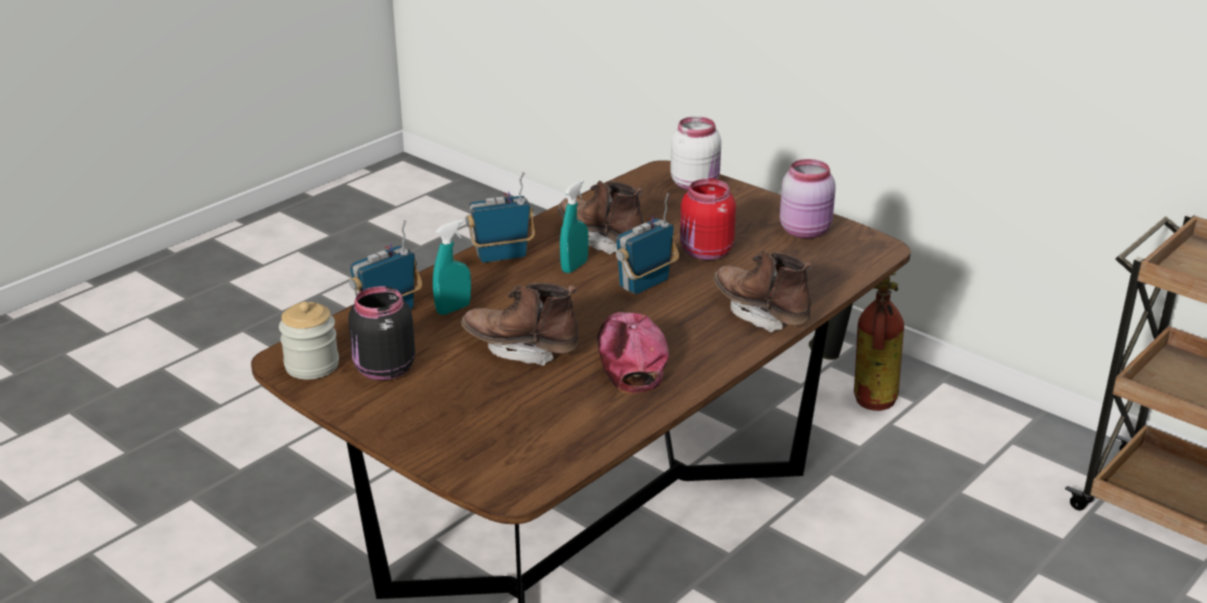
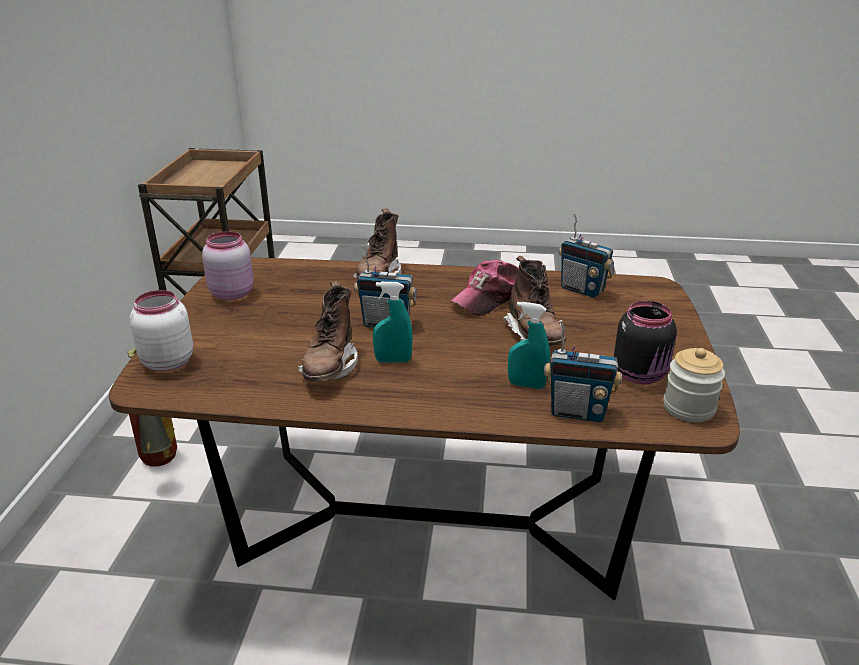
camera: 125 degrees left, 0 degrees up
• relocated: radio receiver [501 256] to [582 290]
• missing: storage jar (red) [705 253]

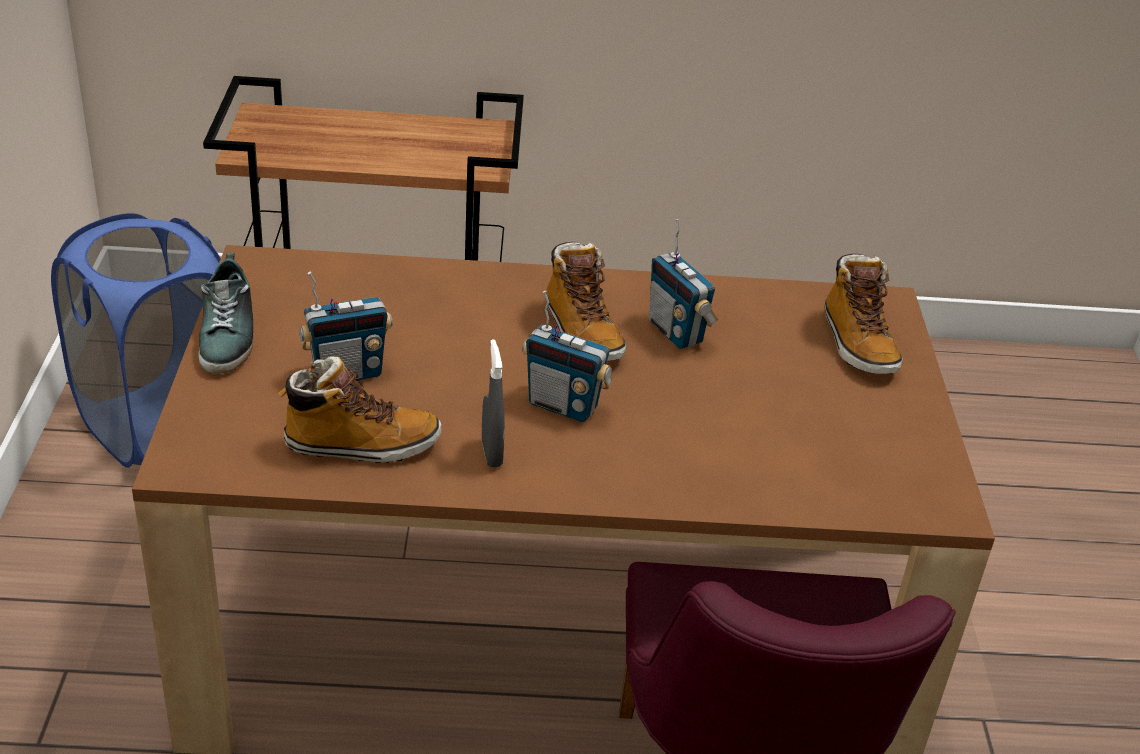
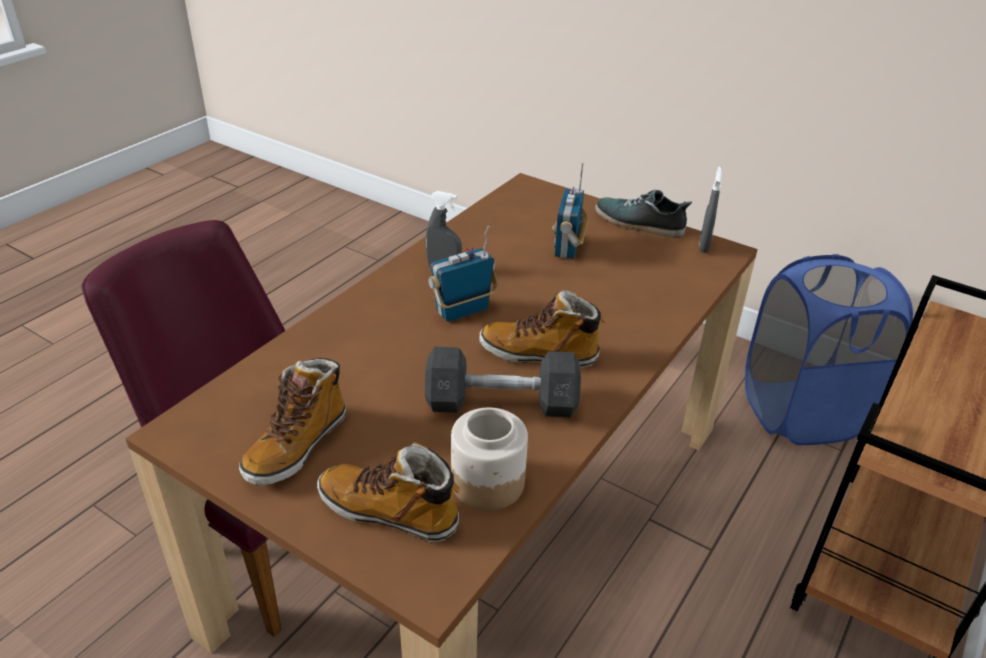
camera: 125 degrees right, 0 degrees up
• relocated: tall boot [361 445] to [297 446]
• exchanged: radio receiver [676 332] to dumbbell (gray) [501 403]
• appeared: storage jar [486 482]
• appeared: hand sprayer (gray) [704 246]

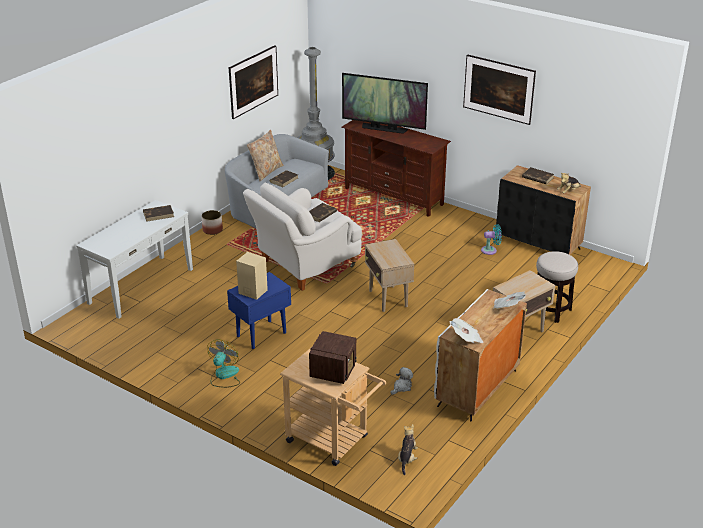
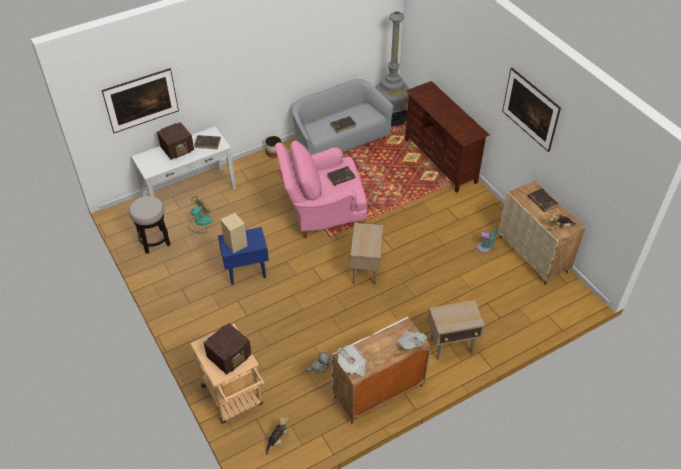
camera: 25 degrees right, 15 degrees up
• relocated: cooling fan [224 376] to [200 223]
• relocated: wall picture [254 94] to [143 110]
• colour: armchair (white-coloured) [304 265] to armchair (pink) [321 212]
• missing: pillow (sand-coloured) [266 171]
• missing: television [384 128]
• colour: cabinet (black-coloured) [538 244] to cabinet (sand-coloured) [533 255]
• relocated: stool seat [551 311] to [154 241]
• appeared: radio receiver [178 149]

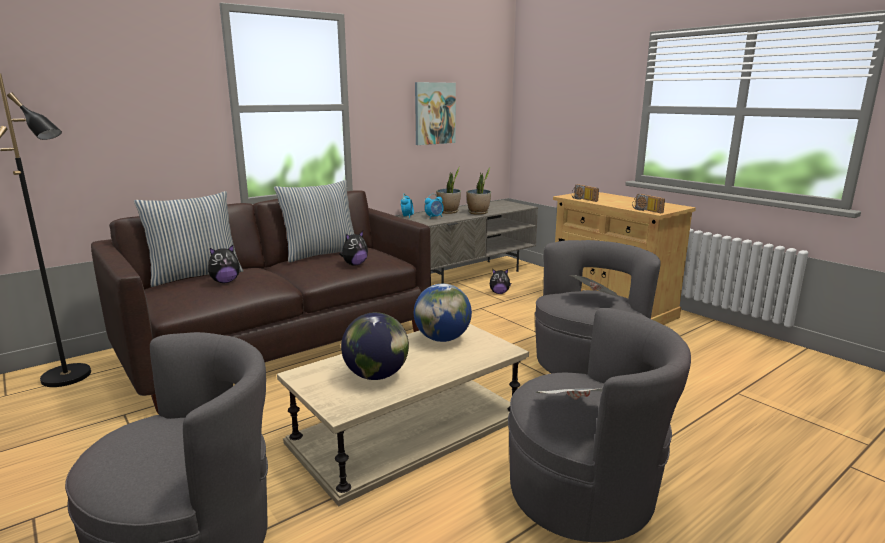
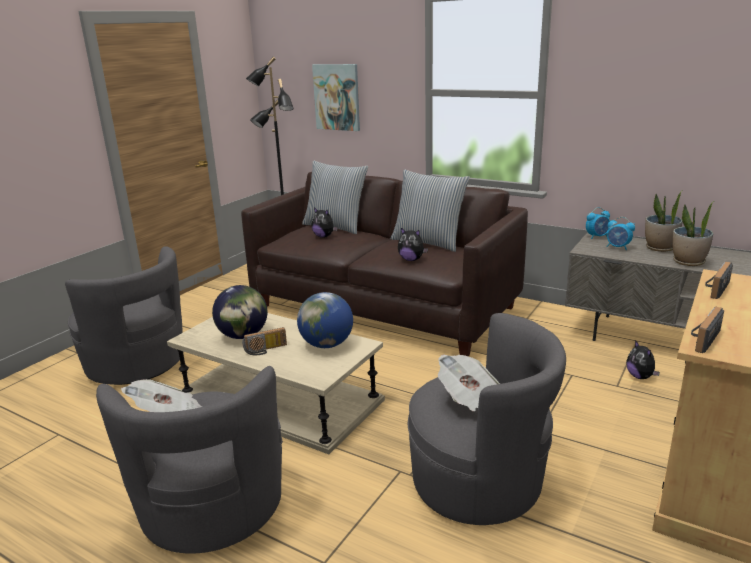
camera: 70 degrees right, 5 degrees up
• relocated: wall picture [434 113] to [337 97]
• appeared: radio receiver [266 350]

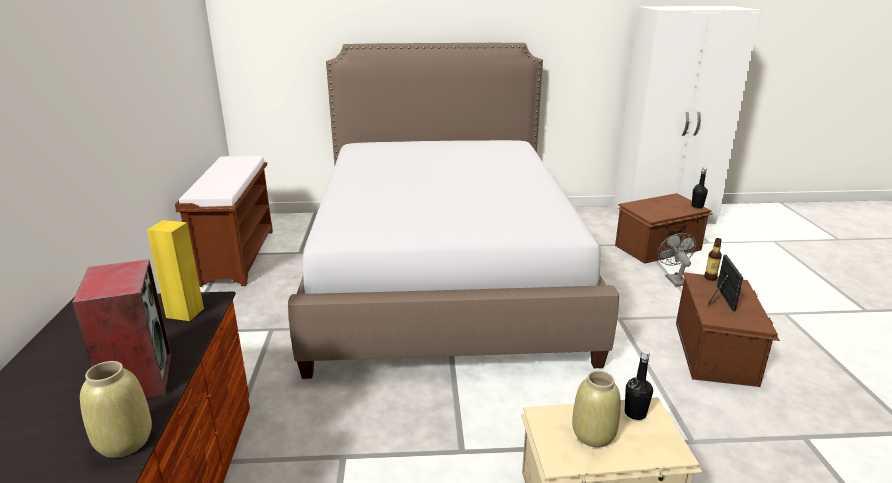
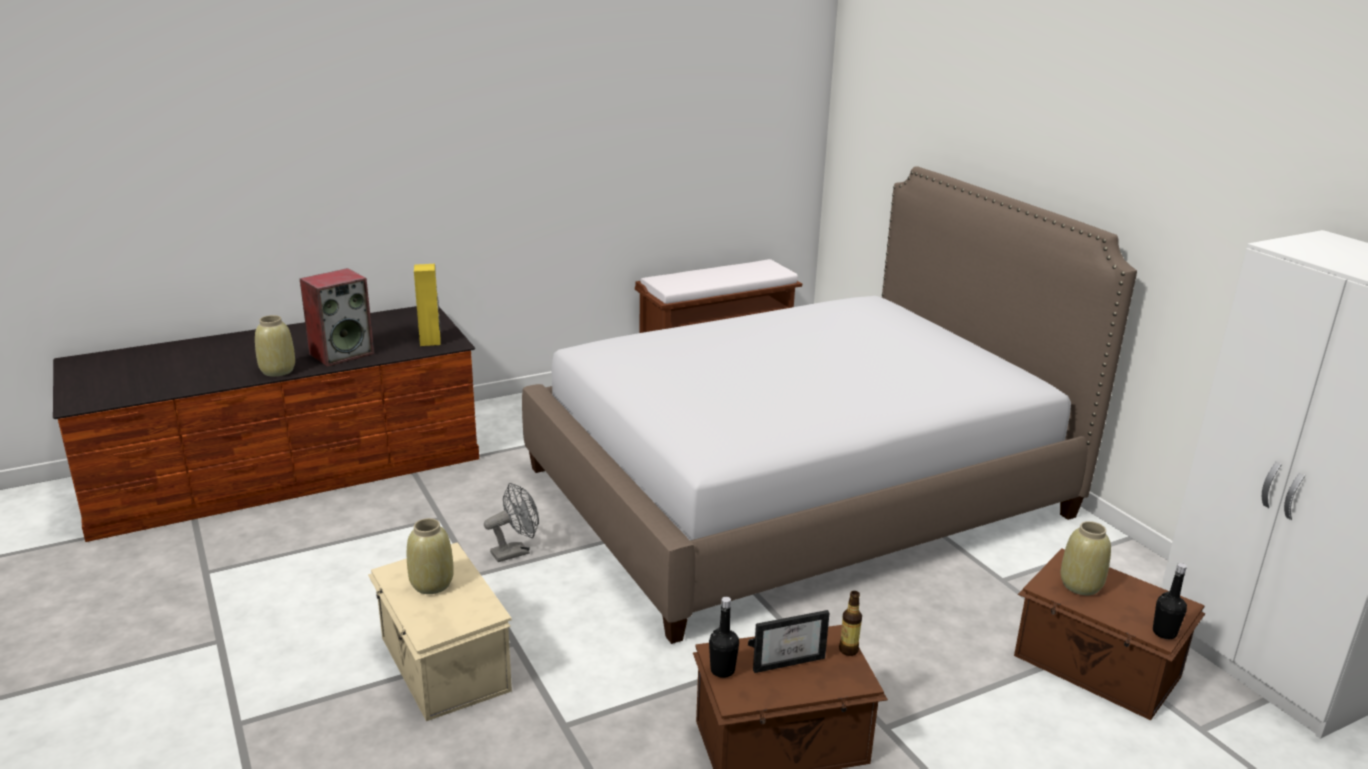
camera: 65 degrees right, 0 degrees up
• relocated: drink bottle (black-coloured) [635 413] to [722 670]
• relocated: cooling fan (gray) [673 279] to [515 551]
• appeared: flower vase (sand-coloured) [1081 585]

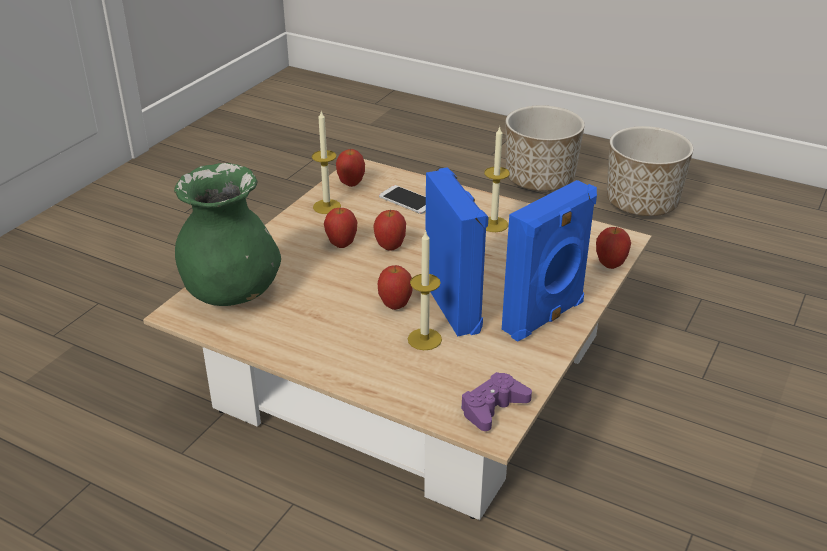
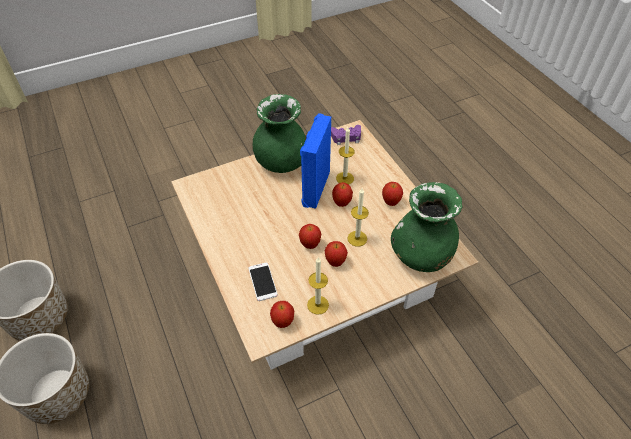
camera: 145 degrees left, 15 degrees up
• relocated: wax candle [494 224] to [357 238]
• exchanged: speaker (blue-coloured) [545 317] to flower vase (greenish) [281 163]
• relocated: whole apple [610 265] to [391 202]

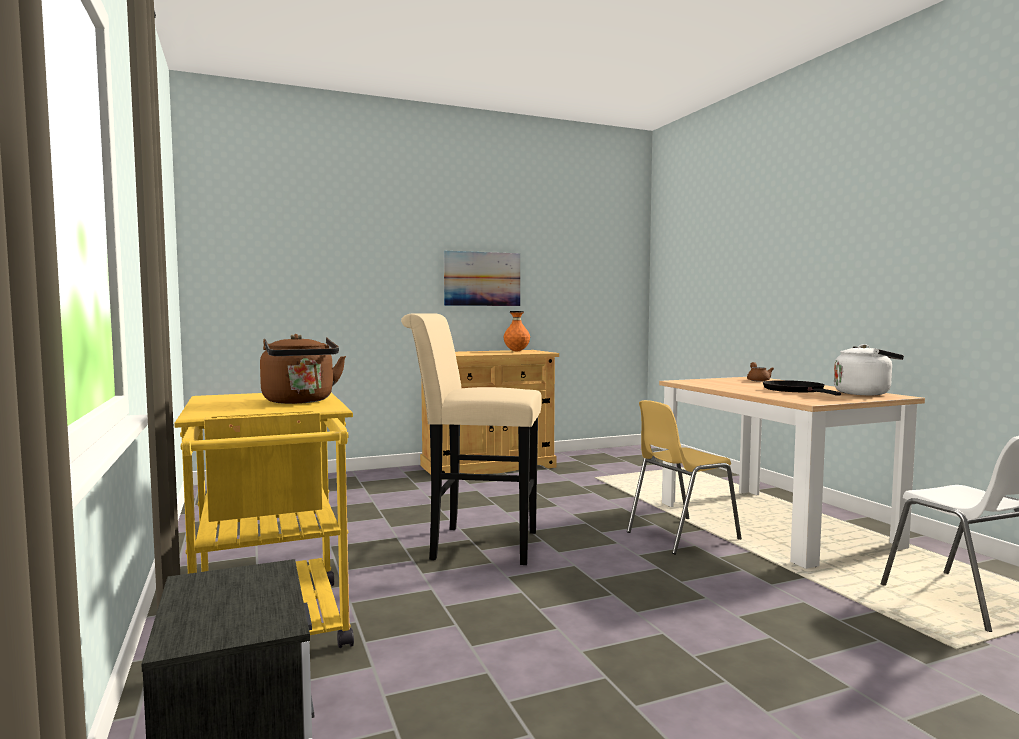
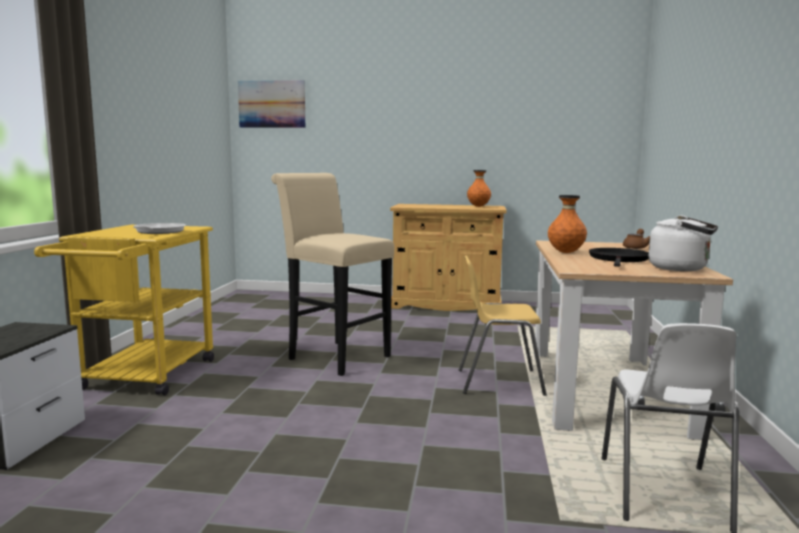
camera: 30 degrees right, 5 degrees up
• exchanged: kettle (brown) [300 401] to frying pan [157 232]
• relocated: wall picture [482 279] to [272 104]
• appeared: flower vase (orange) [565 252]

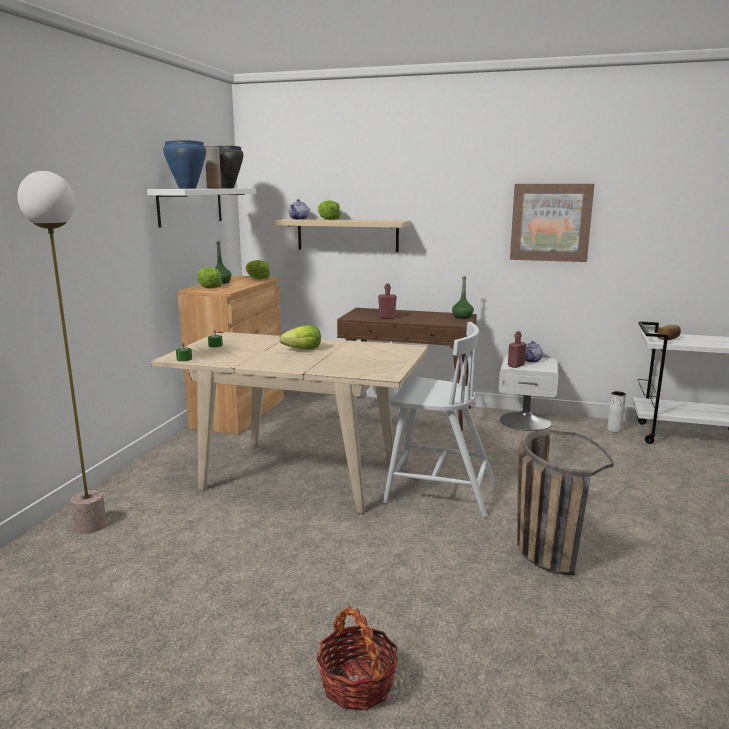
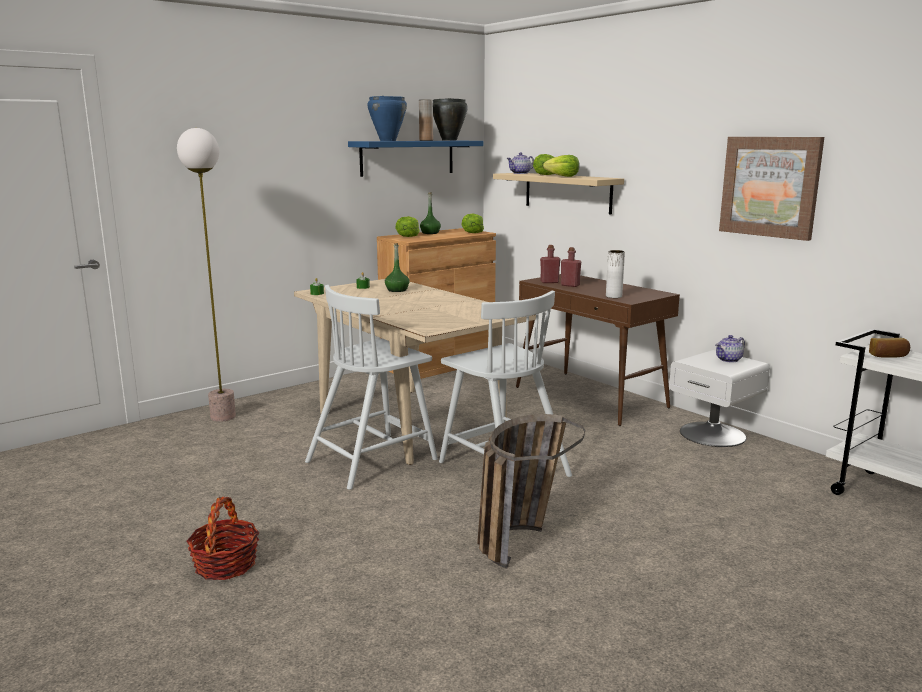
camera: 35 degrees right, 0 degrees up
• colour: shelf (white-coloured) [190 206] to shelf (blue-coloured) [407 157]
• relocated: lettuce head [303 349] to [562 176]
• relocated: drink bottle (greenish) [462 317] to [397 290]
• relocated: drink bottle (red) [516 365] to [549 282]
• relocated: flower vase (white-coloured) [614 430] to [613 296]
• appeared: plain chair (white-coloured) [373 459]

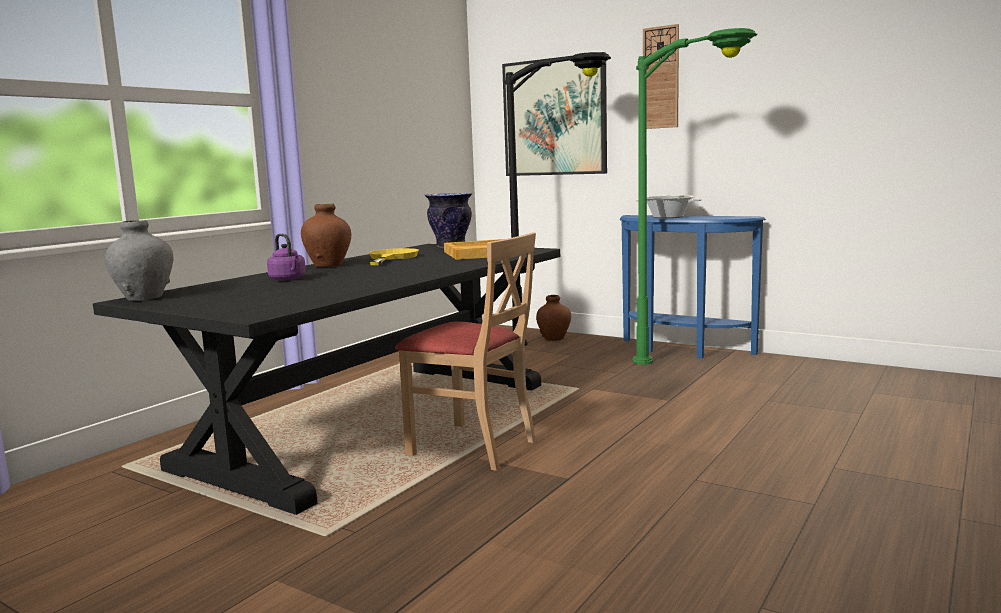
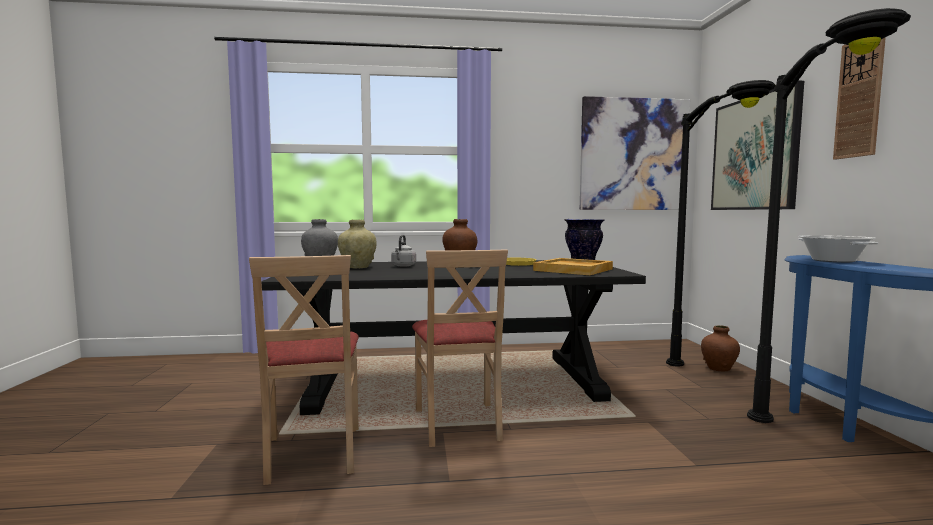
camera: 50 degrees right, 5 degrees down
• colour: kettle (purplish) [288 279] to kettle (gray) [403 266]
• colour: floor lamp (greenish) [699 373] to floor lamp (black-coloured) [805 455]
• appeared: plain chair (sand-coloured) [312 453]
• appeared: flower vase (sand-coloured) [357 267]
• appeared: wall picture [633 155]

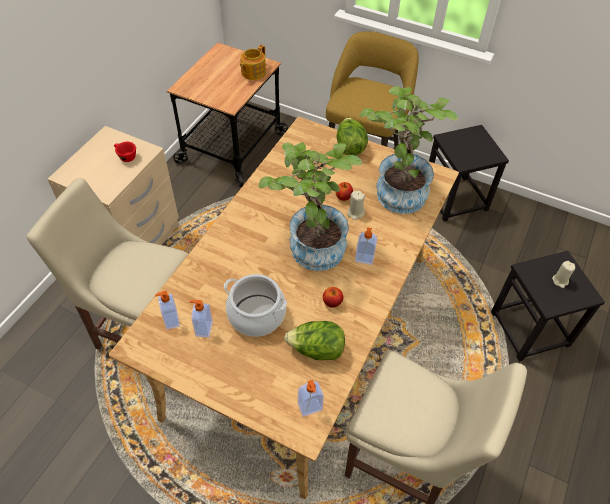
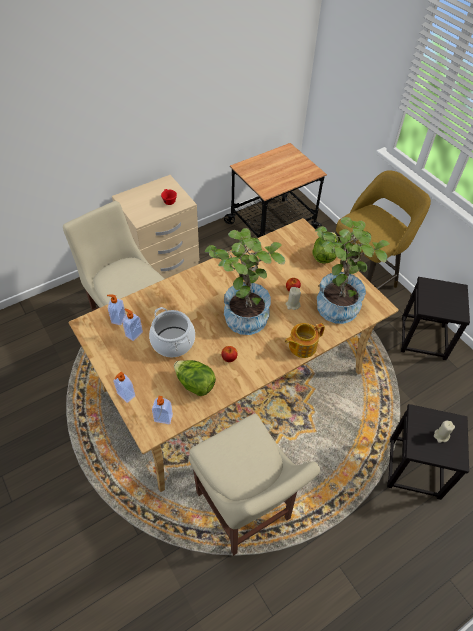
camera: 30 degrees right, 0 degrees up
• relocated: pot for tea [253 73] to [301 346]
• relocated: soap bottle [364 259] to [125 395]

